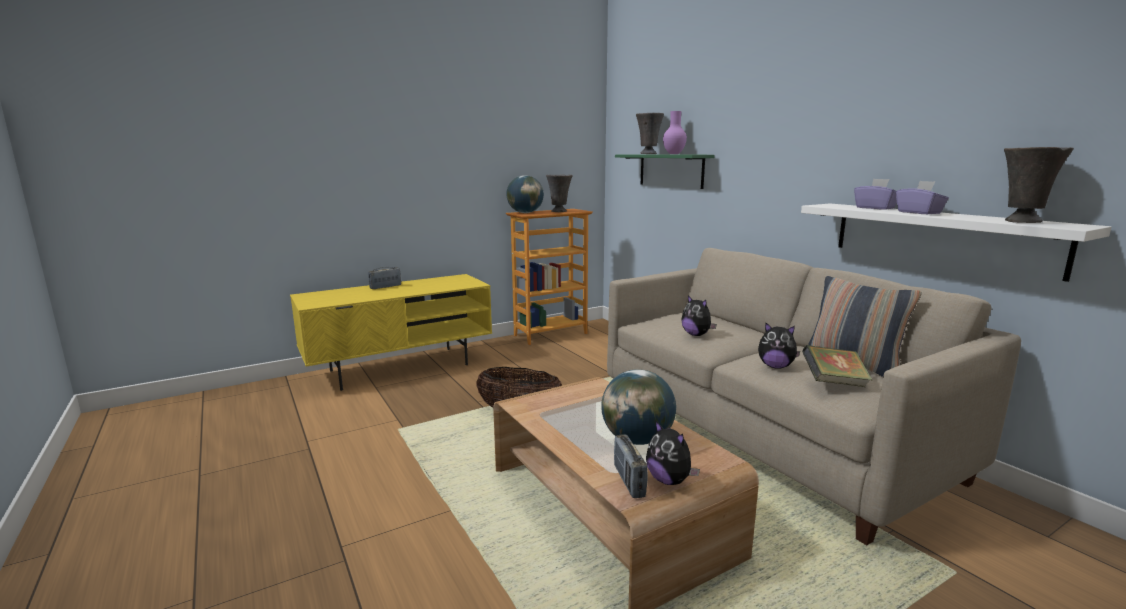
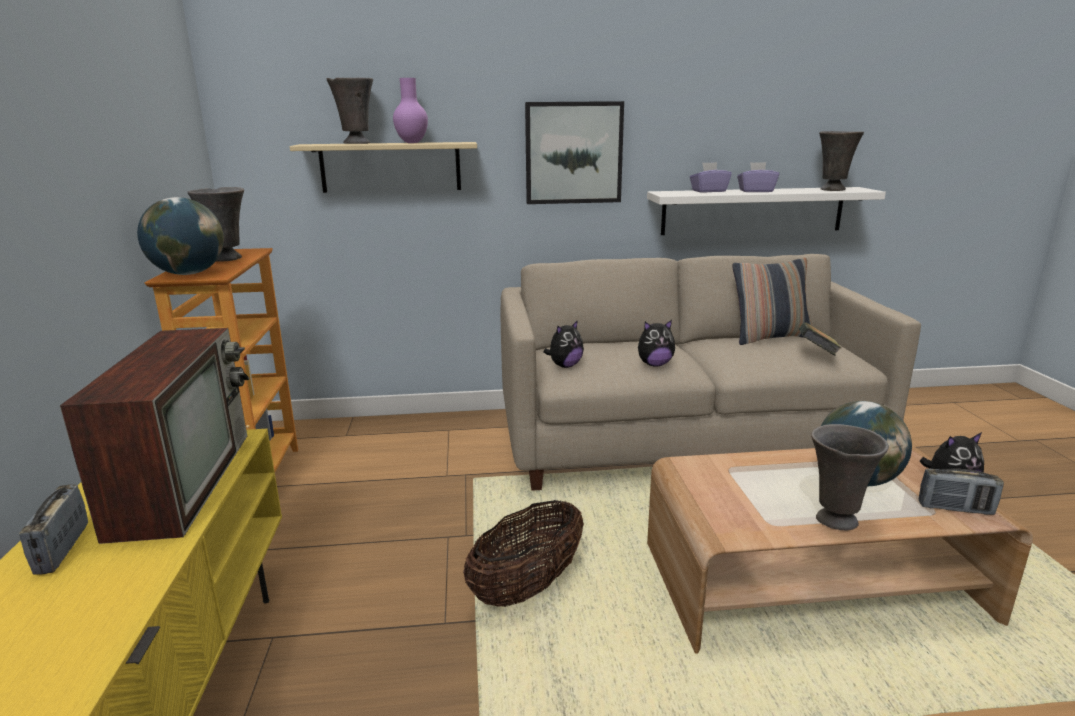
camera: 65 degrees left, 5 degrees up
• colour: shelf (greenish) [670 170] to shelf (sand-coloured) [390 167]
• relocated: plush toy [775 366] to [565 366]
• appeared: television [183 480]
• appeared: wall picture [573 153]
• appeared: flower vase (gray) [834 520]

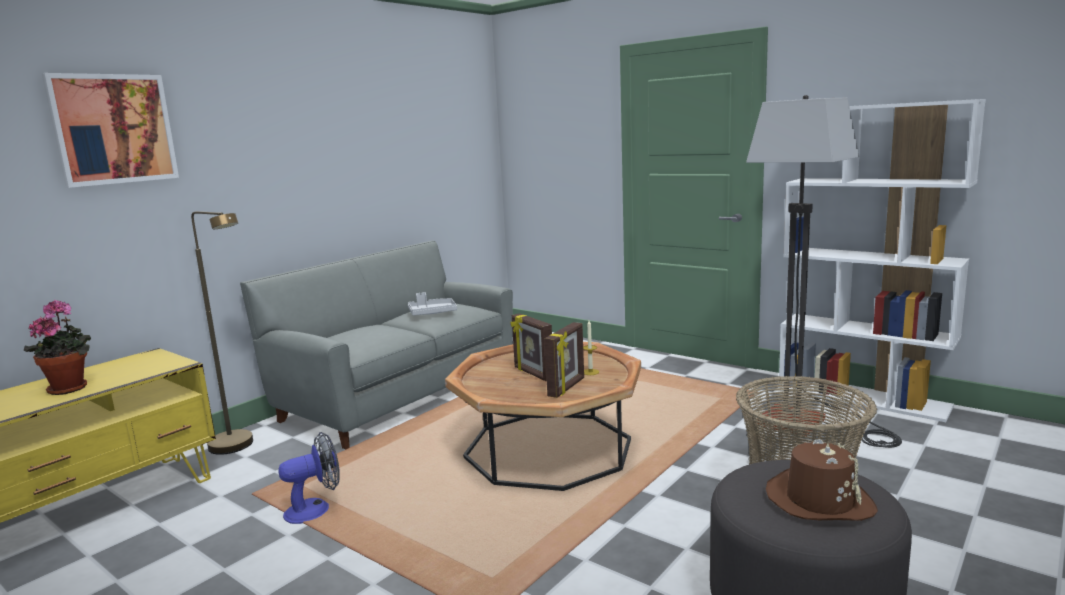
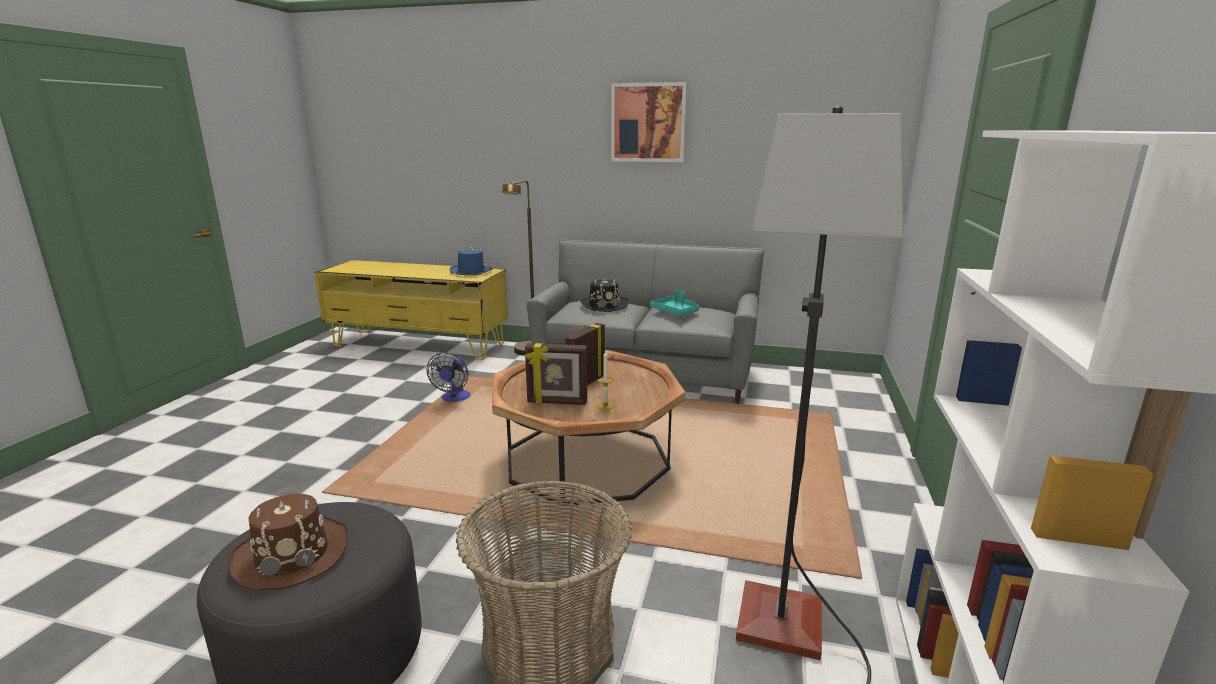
camera: 65 degrees right, 5 degrees up
• missing: potted plant [70 387]
• relocated: wall picture [113 129] to [648 123]
• spun: cooling fan [315 509] = [454 399] 60 degrees clockwise
• colour: carrying tray (gray) [432 313] to carrying tray (turquoise) [675 312]
• appeared: wearable hat (blue-coloured) [471 272]
• appeared: wearable hat (black-coloured) [604 305]

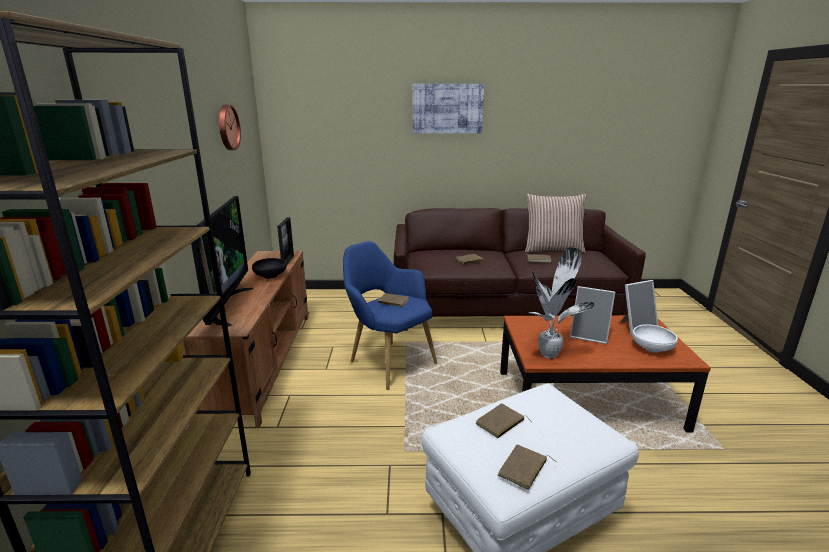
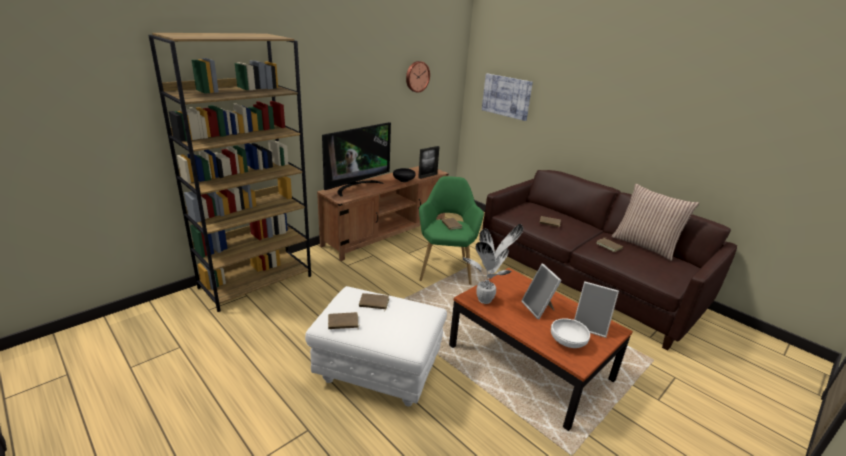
camera: 45 degrees right, 5 degrees up
• colour: armchair (blue-coloured) [388 361] to armchair (greenish) [445 267]
• relocated: wall picture [447 108] to [506 96]

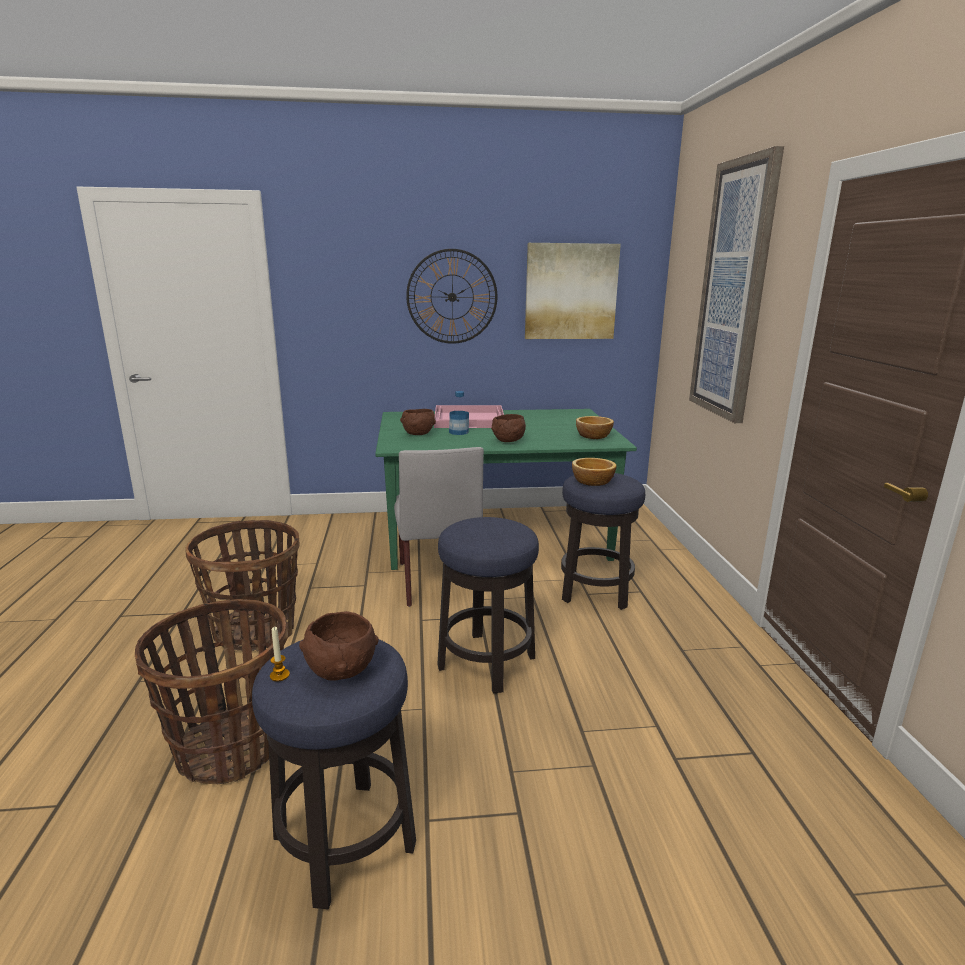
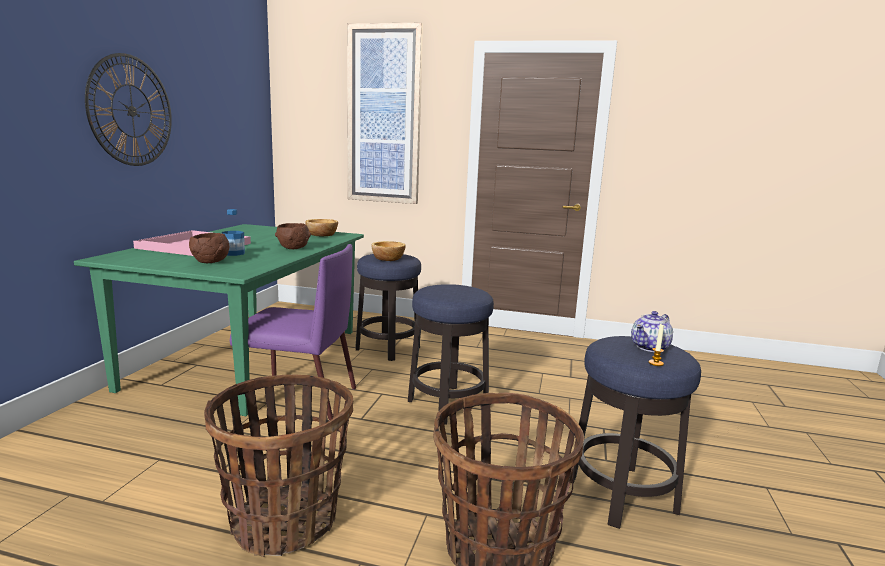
camera: 70 degrees left, 5 degrees down
• exchanged: serving bowl (brown) [342 672] to pot for tea [650 347]
• colour: plain chair (gray) [437 580] to plain chair (purplish) [298 398]
• missing: wall picture [571 291]

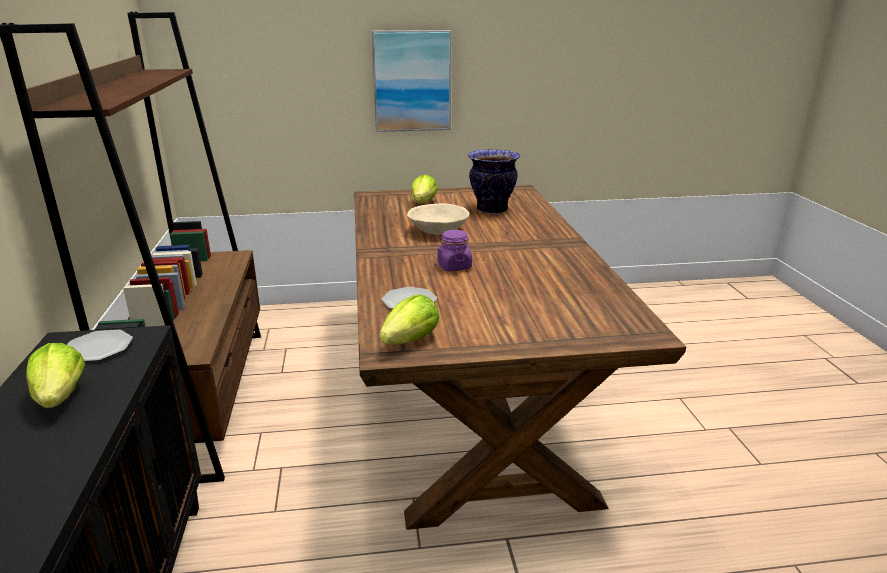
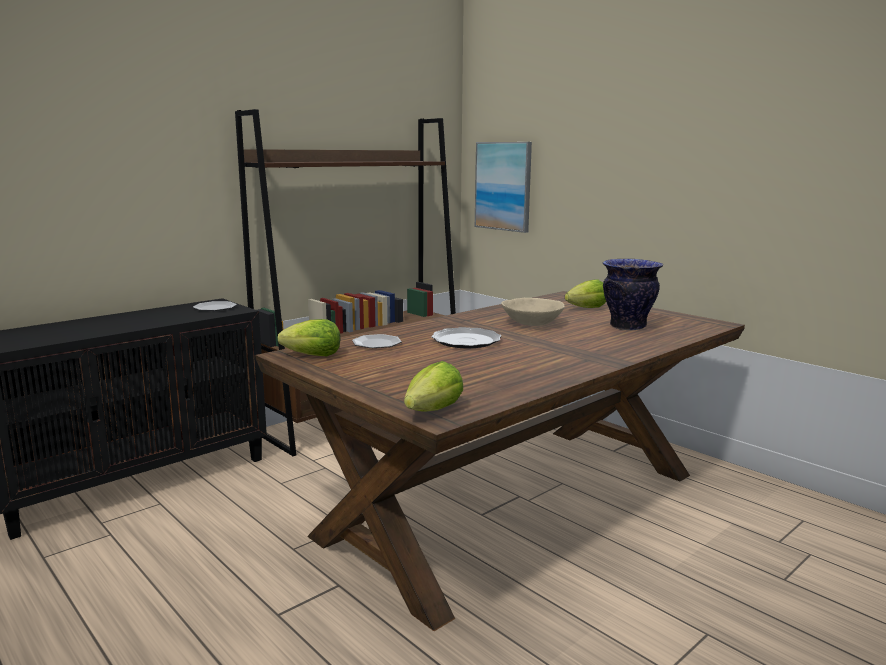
camera: 55 degrees right, 10 degrees down
• relocated: lettuce head [61 397] to [434 411]
• relocated: wall picture [412 81] to [503 186]
• exchanged: storage jar (purplish) [454 266] to flat dish [466 341]

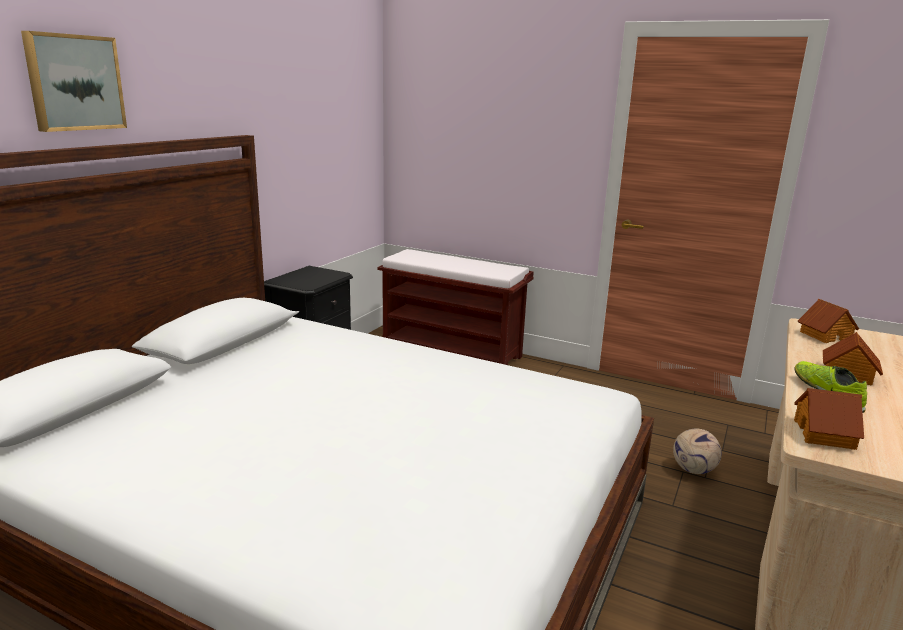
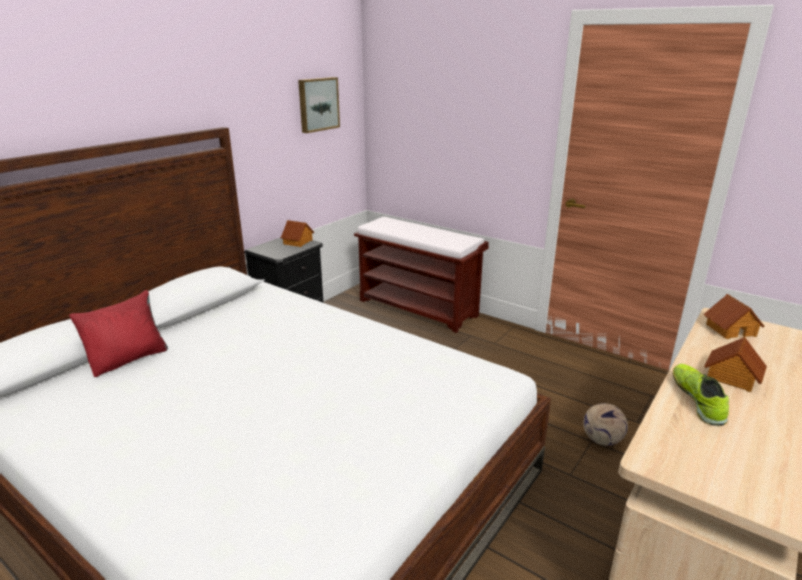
camera: 10 degrees right, 5 degrees up
• relocated: wall picture [74 82] to [317 104]
• relocated: miniature house [825 434] to [298 242]
• appeared: pillow (red) [129 359]

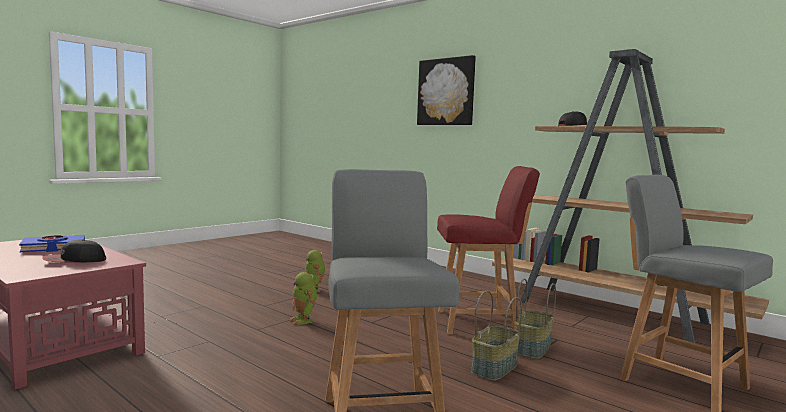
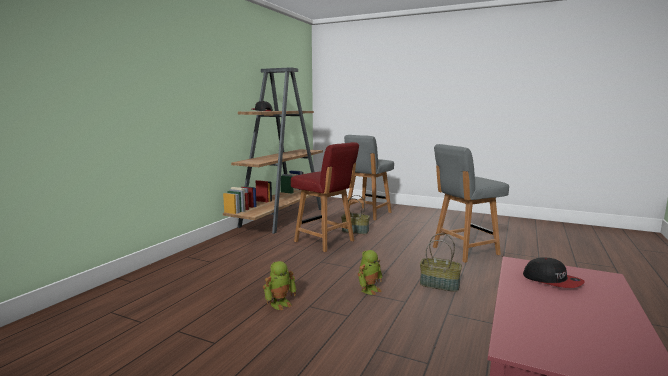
camera: 105 degrees left, 5 degrees up
• missing: volume (blue-coloured) [54 248]
• missing: wall picture [446 92]
• spun: plain chair (red) [479 322] = [325 241] 150 degrees clockwise
• relocated: storage basket [495 368] to [440 284]

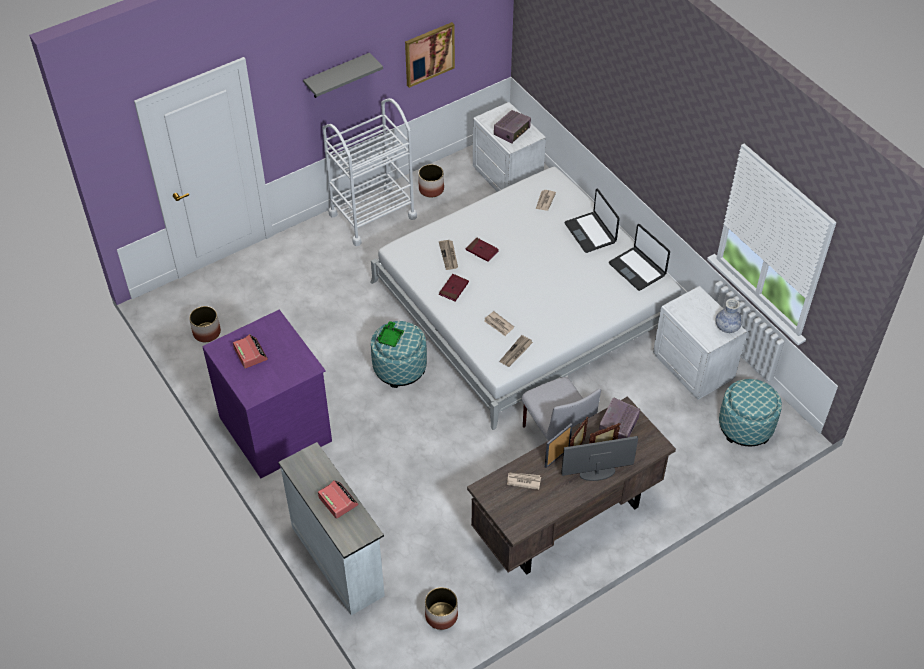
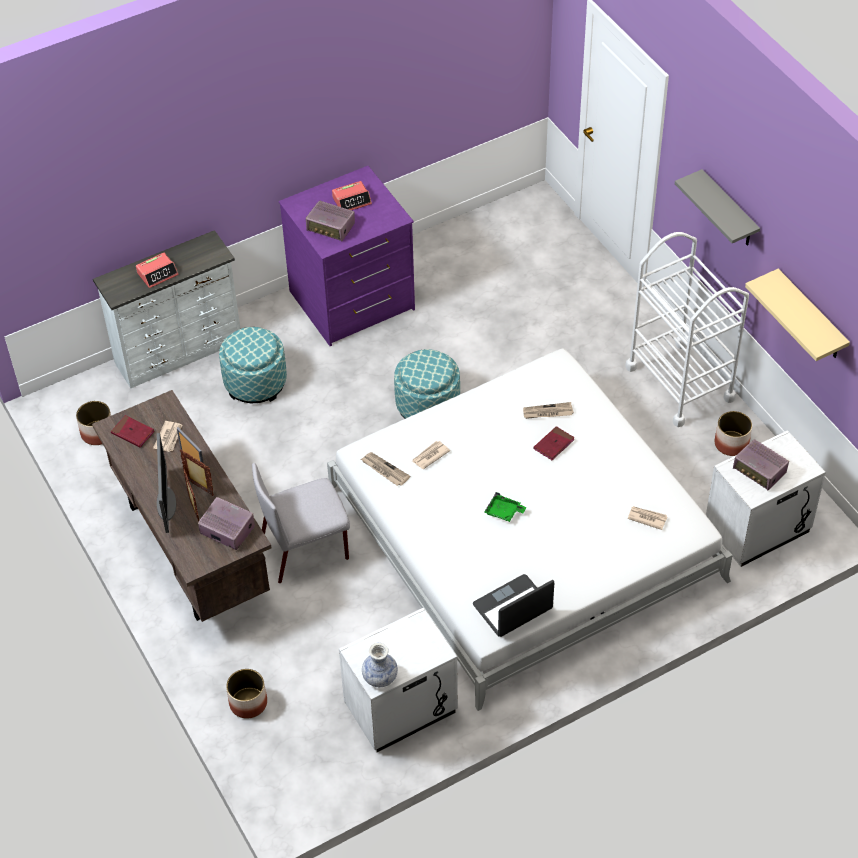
camera: 95 degrees right, 0 degrees up
• relocated: planter [207 333] to [248 703]
• relocated: carrying tray (greenish) [390 338] to [504 512]
• exchanged: wall picture [429 54] to shelf (sand-coloured) [810 316]
• relocated: volume (red) [453 289] to [133 433]
• missing: notebook computer [590 233]
• relocated: footrest [745 426] to [255 383]
• appeared: radio receiver [331 228]

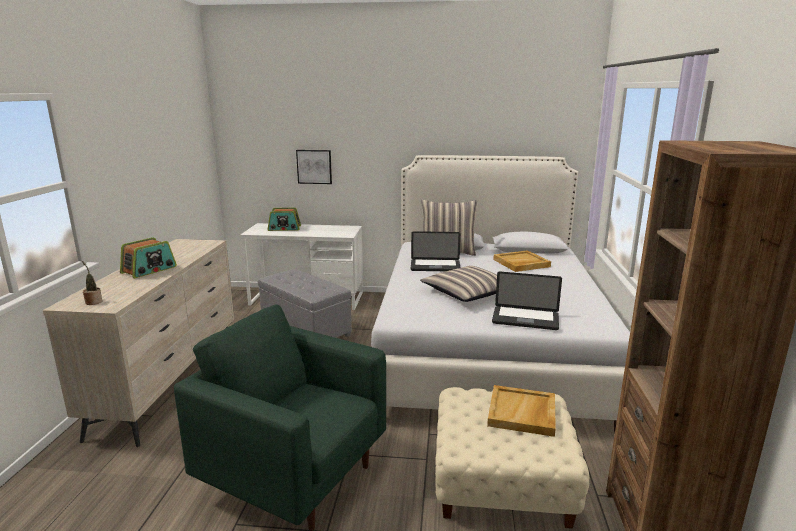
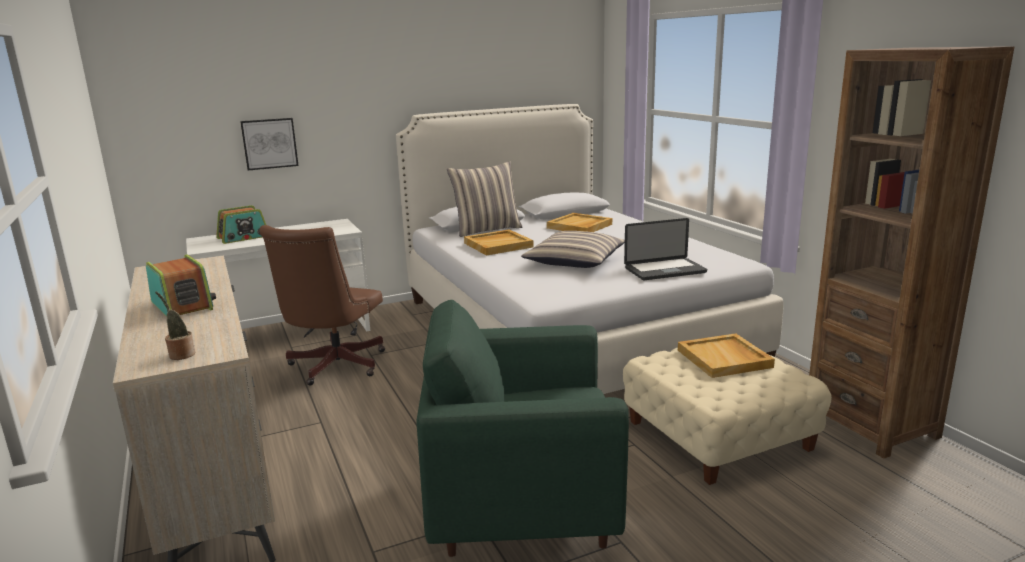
camera: 30 degrees left, 0 degrees up
• spun: radio receiver [149 270] = [183 305] 45 degrees counterclockwise
• exchanged: footrest (gray) [305 329] to desk chair (brown) [333 367]
• exchanged: notebook computer [435 266] to carrying tray (sand-coloured) [498 245]

